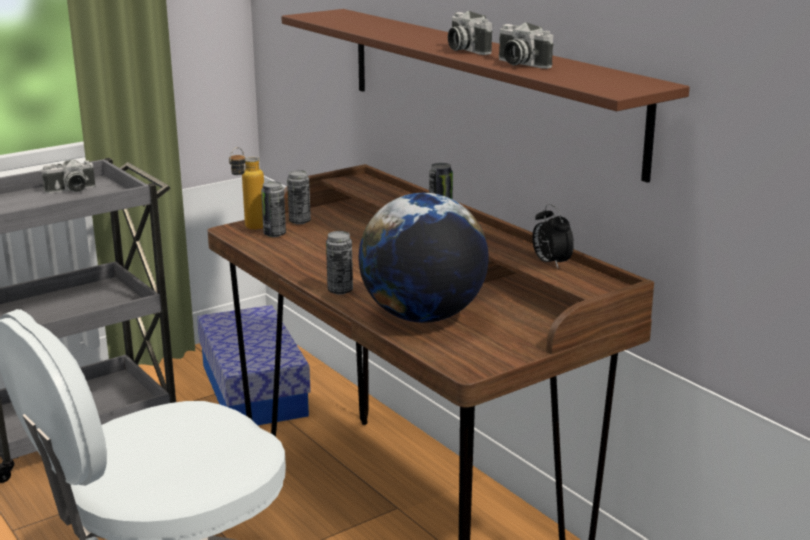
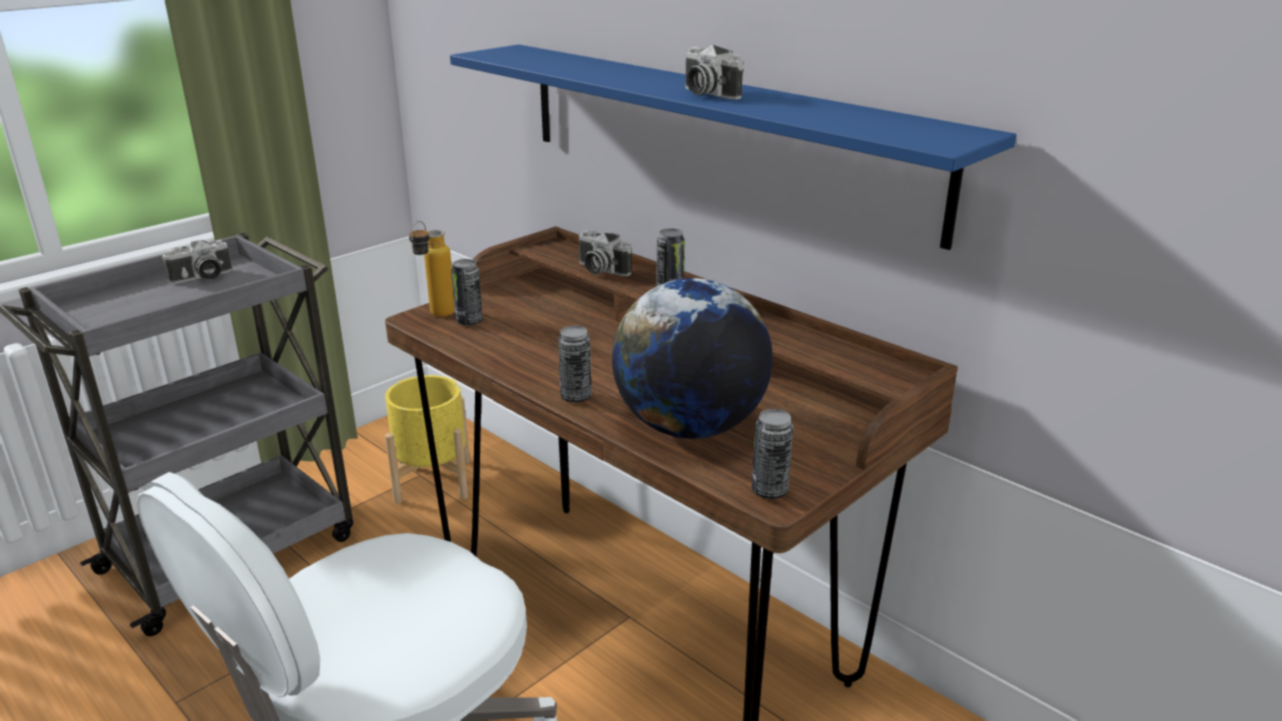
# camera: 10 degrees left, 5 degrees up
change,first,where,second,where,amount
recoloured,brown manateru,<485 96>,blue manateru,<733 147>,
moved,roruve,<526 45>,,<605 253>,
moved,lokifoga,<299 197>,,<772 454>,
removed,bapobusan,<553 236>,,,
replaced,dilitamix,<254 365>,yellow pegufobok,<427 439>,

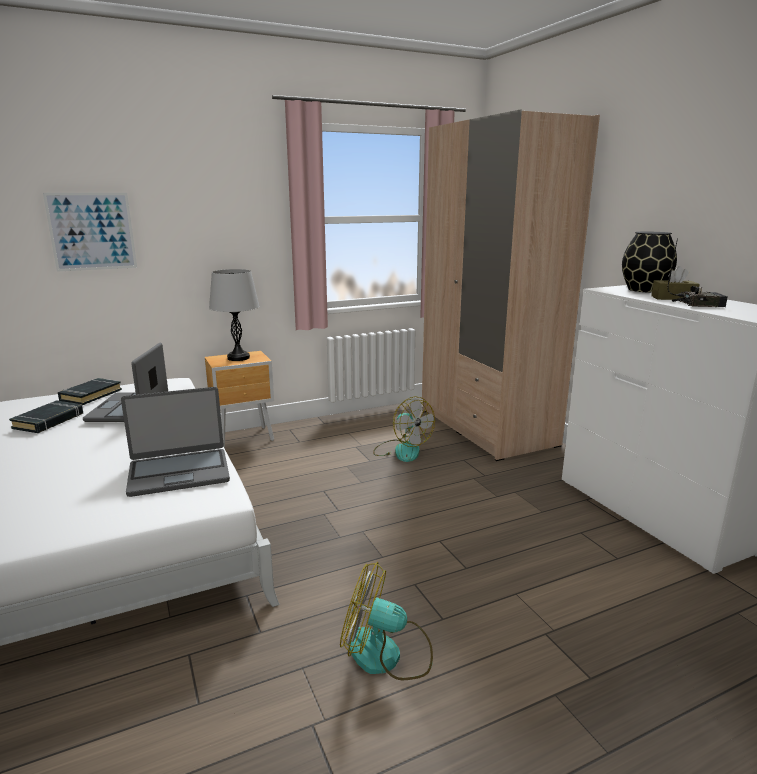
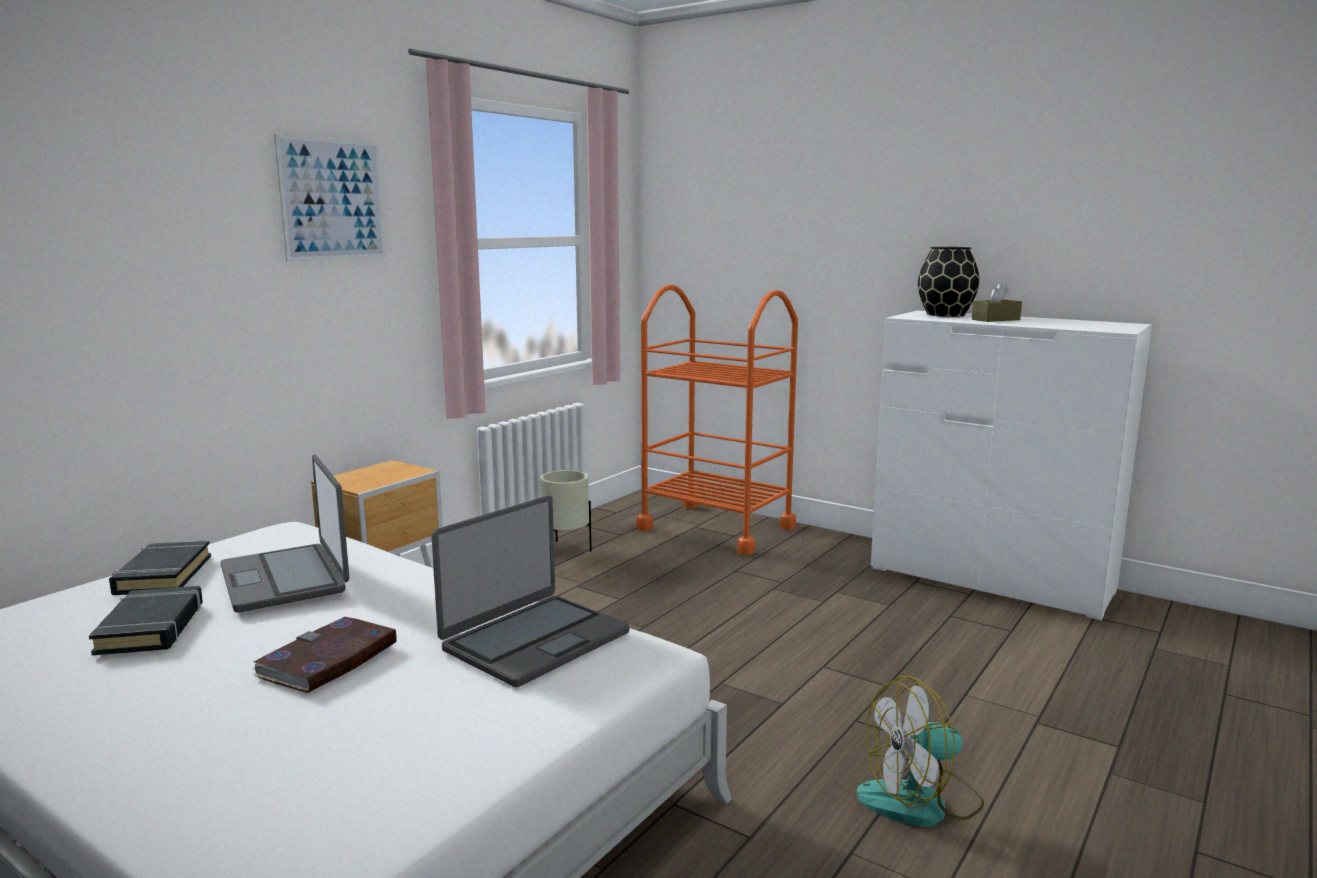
# camera: 30 degrees left, 5 degrees down
change,first,where,second,where,amount
replaced,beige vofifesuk,<511 285>,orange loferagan,<717 419>,
moved,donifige,<90 232>,,<330 198>,
removed,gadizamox,<697 272>,,,
removed,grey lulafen,<234 315>,,,
removed,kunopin,<404 429>,,,
added,,,beige pegufobok,<566 511>,
added,,,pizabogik,<325 655>,

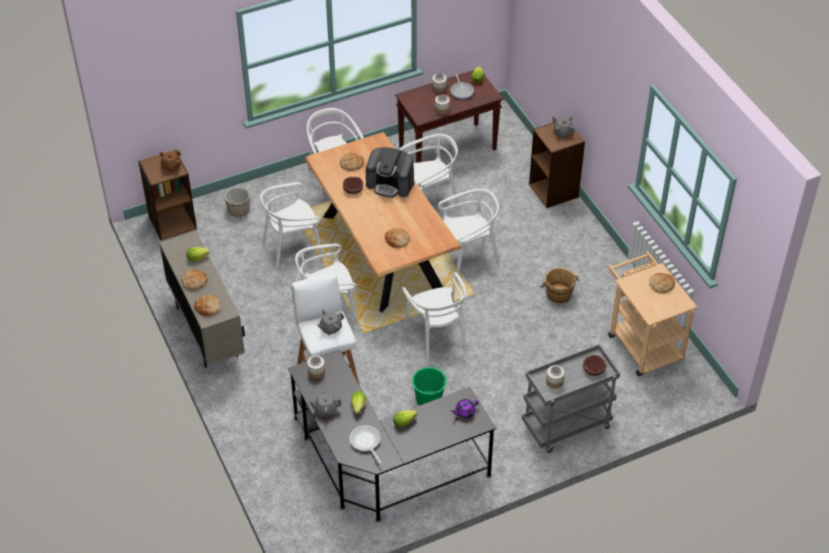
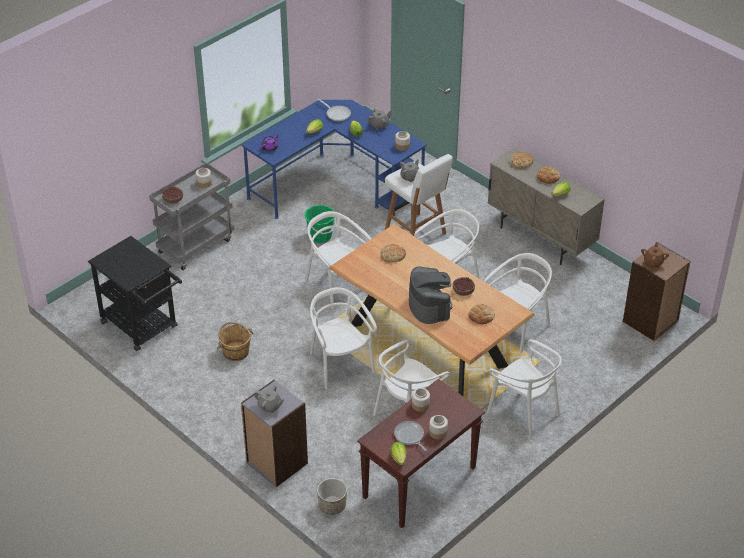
# camera: 160 degrees right, 5 degrees down
change,first,where,second,where,amount
recoloured,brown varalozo,<557 163>,grey varalozo,<274 433>,
turned,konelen,<390 172>,,<430 295>,75 degrees clockwise
moved,pegufobok,<237 202>,,<332 496>,
turned,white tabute,<469 234>,,<343 338>,105 degrees clockwise
recoloured,beige loferagan,<652 313>,black loferagan,<135 293>,
removed,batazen,<662 283>,,,
recoloured,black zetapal,<392 436>,blue zetapal,<334 159>,

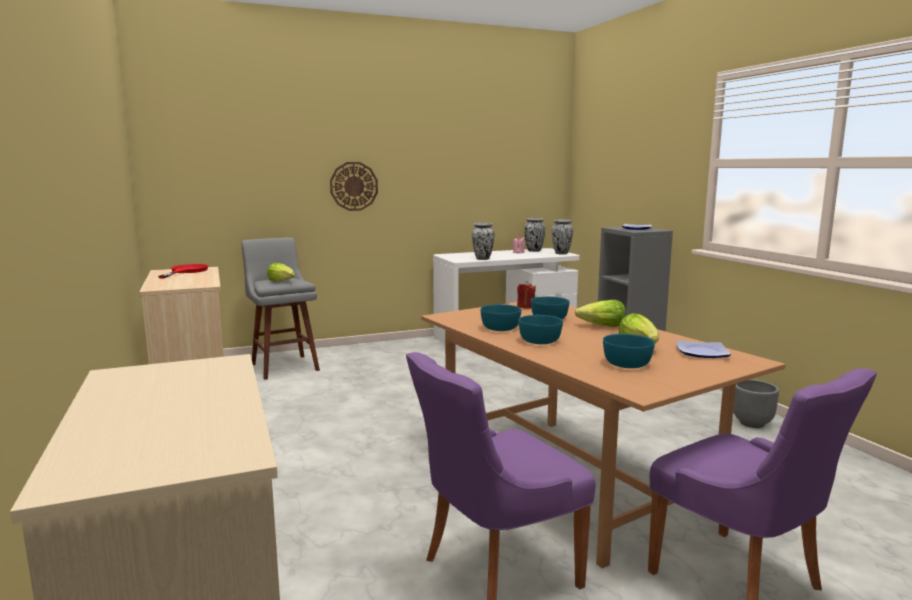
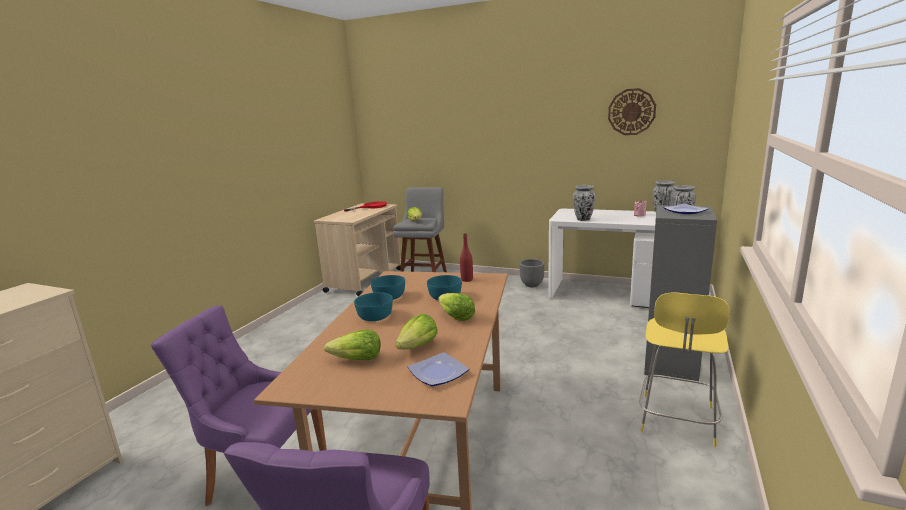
# camera: 45 degrees right, 5 degrees up
change,first,where,second,where,amount
moved,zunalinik,<354 186>,,<632 111>,
replaced,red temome,<526 295>,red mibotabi,<466 258>,
replaced,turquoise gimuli,<629 351>,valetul,<352 344>,
moved,grey pegufobok,<756 403>,,<532 273>,
added,,,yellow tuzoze,<684 369>,

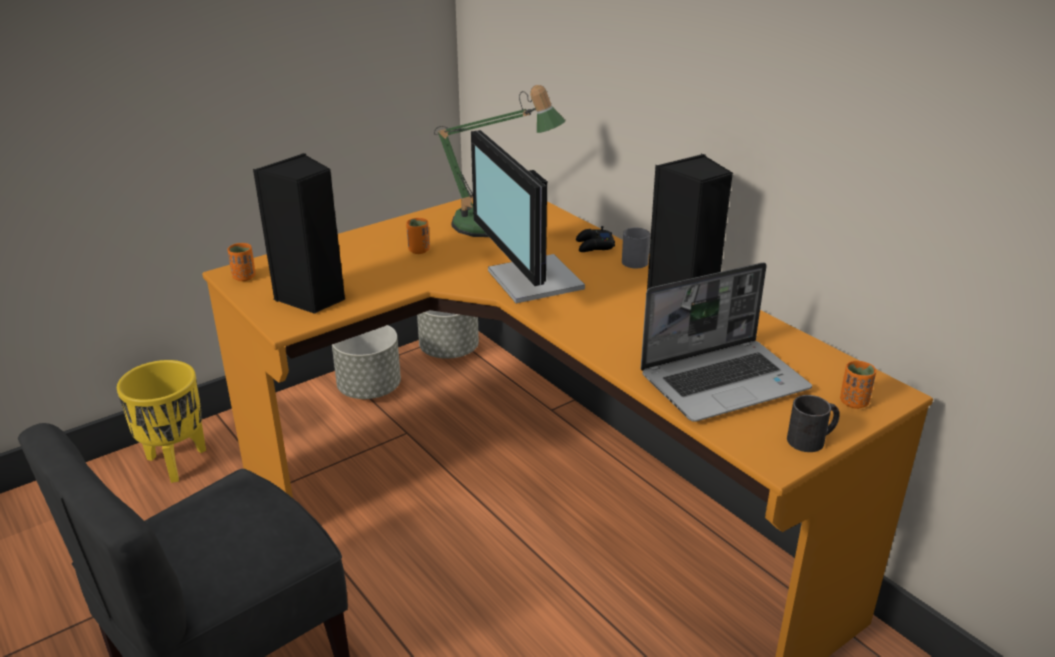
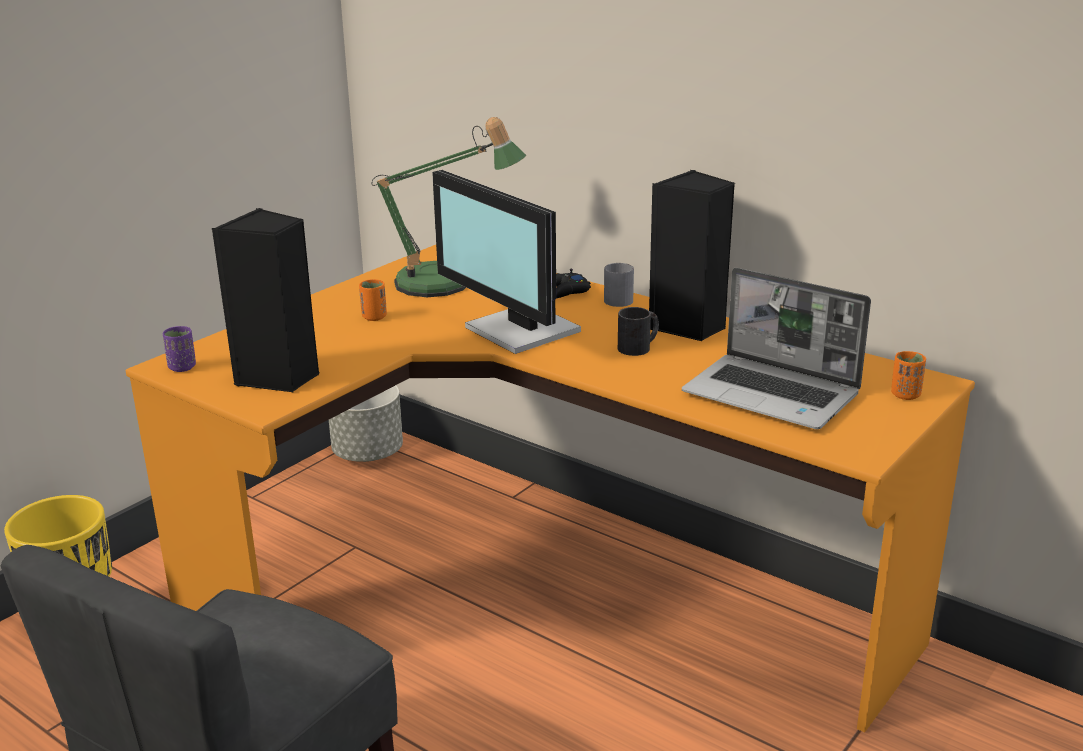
# camera: 15 degrees left, 5 degrees down
change,first,where,second,where,amount
recoloured,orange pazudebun,<241 262>,purple pazudebun,<179 349>,
turned,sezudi,<726 342>,,<776 348>,75 degrees clockwise
removed,grey pegufobok,<366 362>,,,
moved,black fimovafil,<813 423>,,<638 331>,

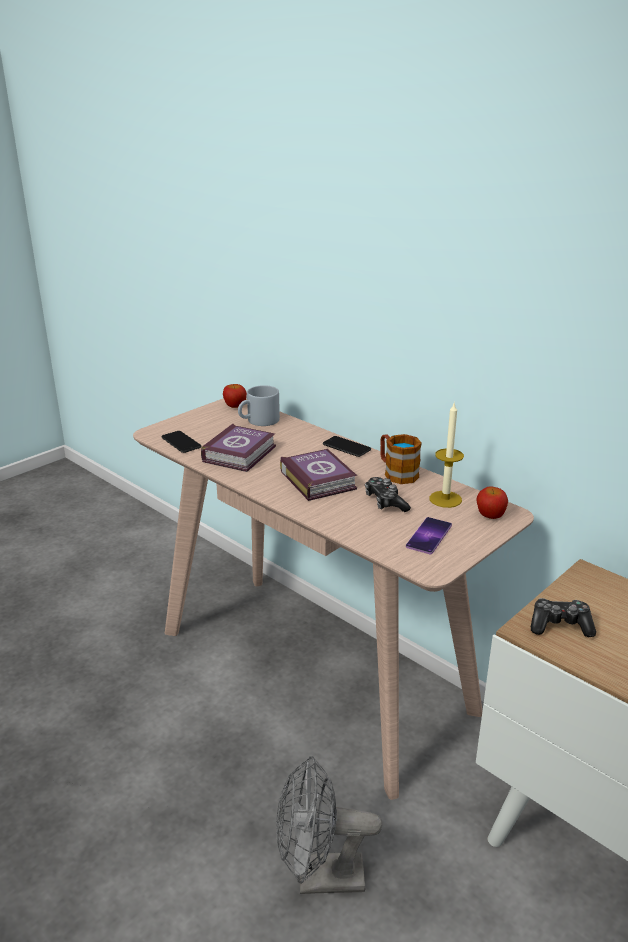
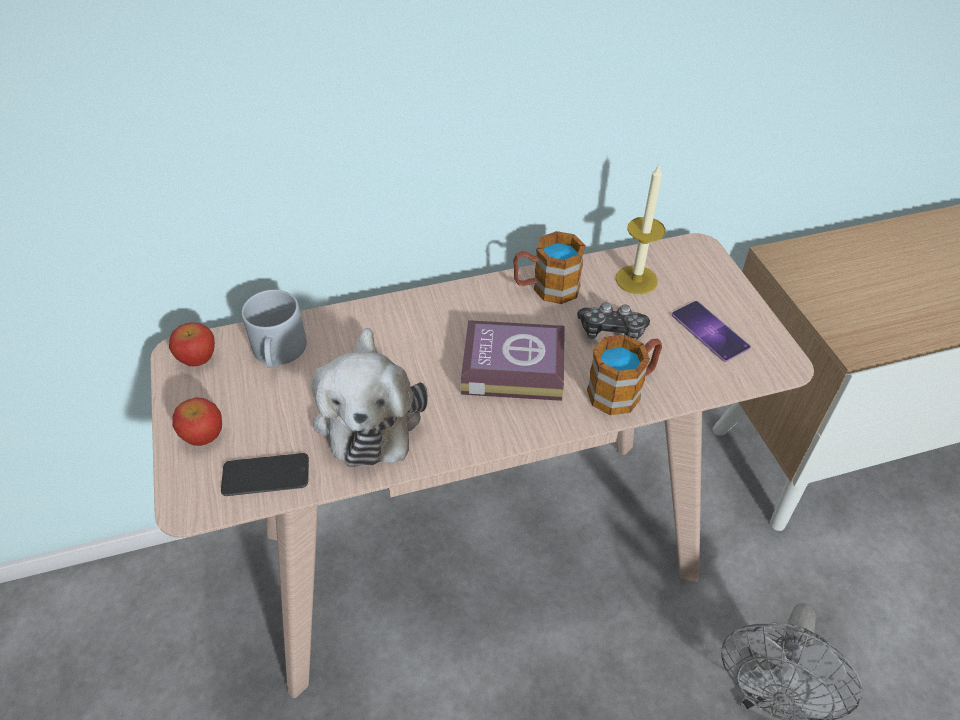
# camera: 60 degrees left, 20 degrees up
change,first,where,second,where,amount
replaced,pizabogik,<238 448>,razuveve,<369 397>,
removed,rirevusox,<347 446>,,,
moved,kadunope,<492 502>,,<197 421>,
removed,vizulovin,<563 617>,,,
added,,,fimovafil,<624 374>,

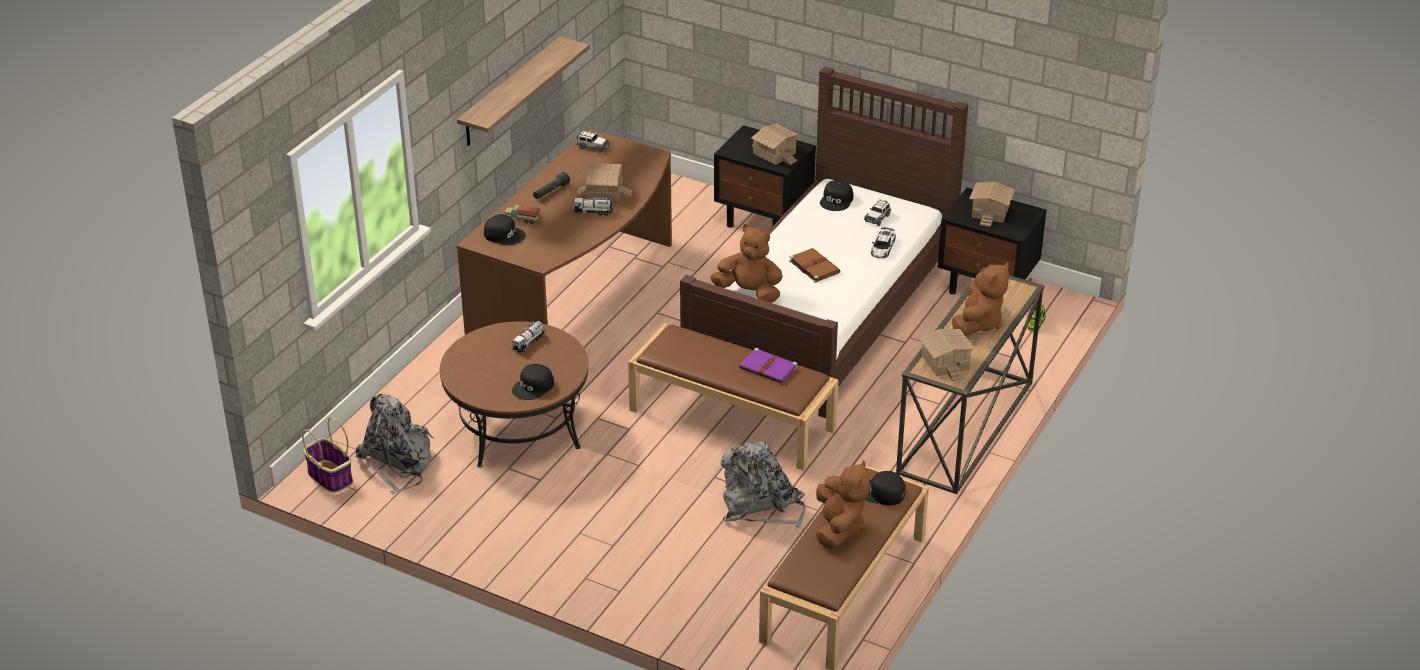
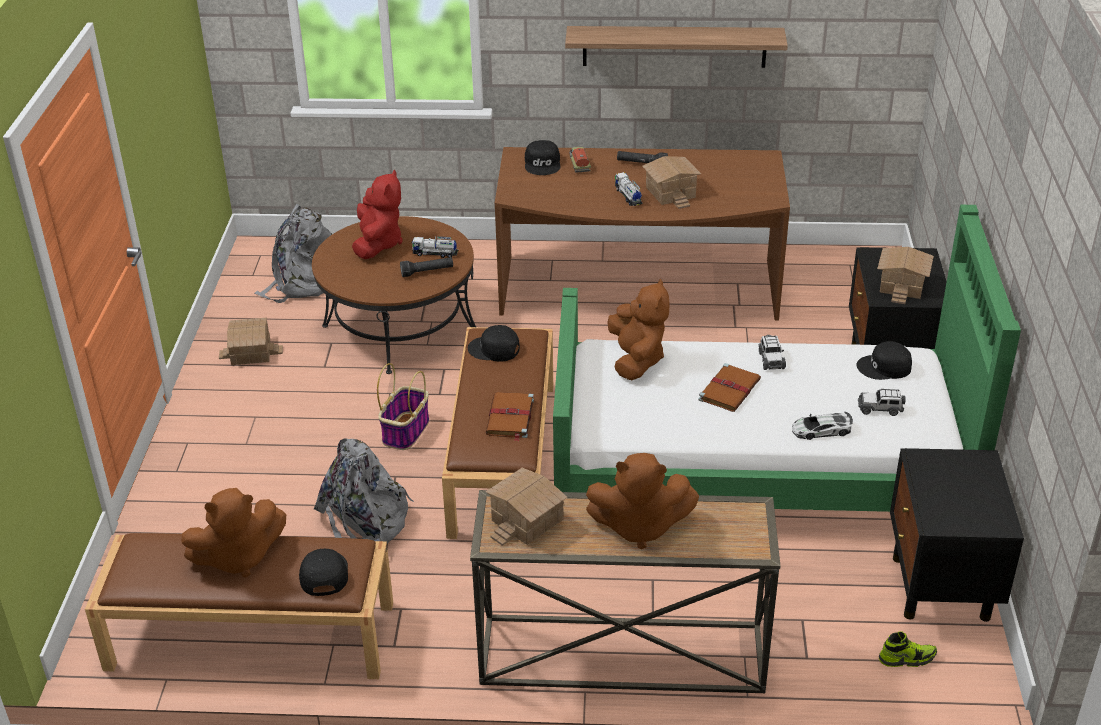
# camera: 65 degrees right, 0 degrees up
change,first,where,second,where,amount
recoloured,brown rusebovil,<824 242>,green rusebovil,<787 358>,
moved,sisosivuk,<592 141>,,<772 352>,
moved,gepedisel,<992 204>,,<251 341>,
recoloured,purple pizabogik,<768 365>,brown pizabogik,<510 416>,
moved,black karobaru,<533 382>,,<494 343>,
moved,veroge,<327 455>,,<403 406>,
added,,,red razuveve,<377 214>,
added,,,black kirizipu,<426 267>,

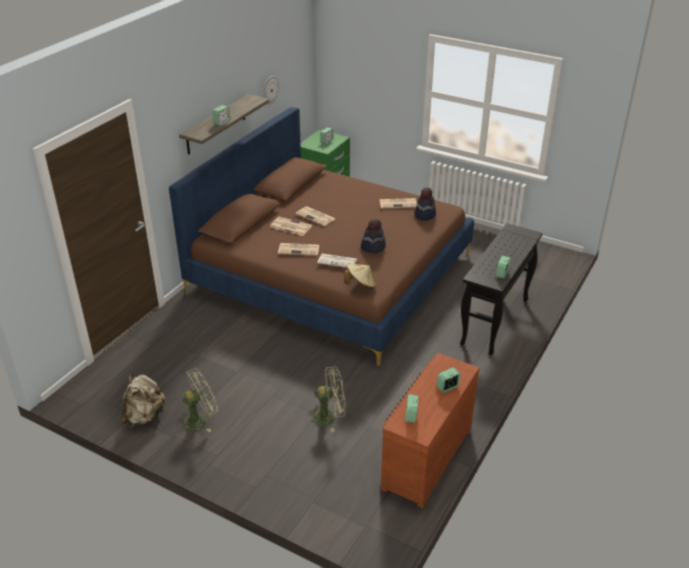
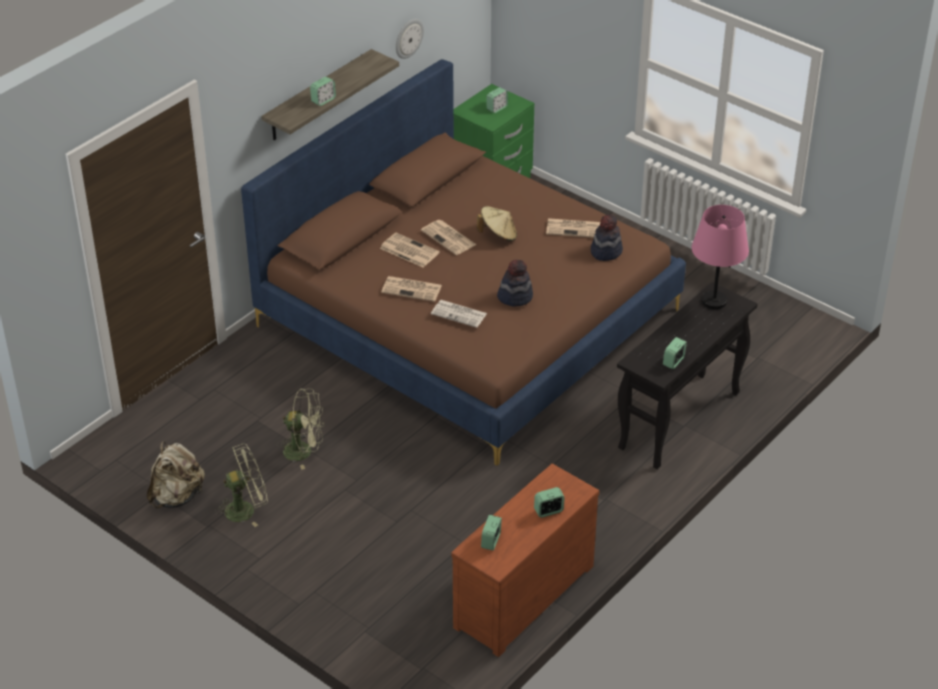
# camera: 10 degrees right, 5 degrees up
change,first,where,second,where,amount
moved,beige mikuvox,<360 276>,,<497 223>,
moved,green kunopin,<325 399>,,<300 429>,
added,,,pink lulafen,<720 257>,

